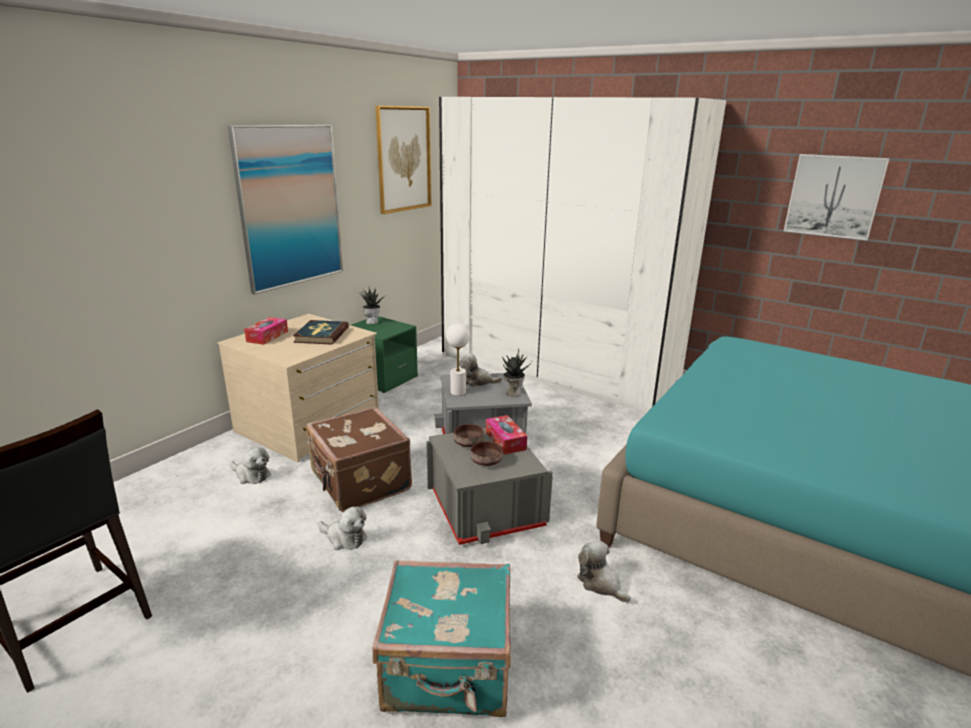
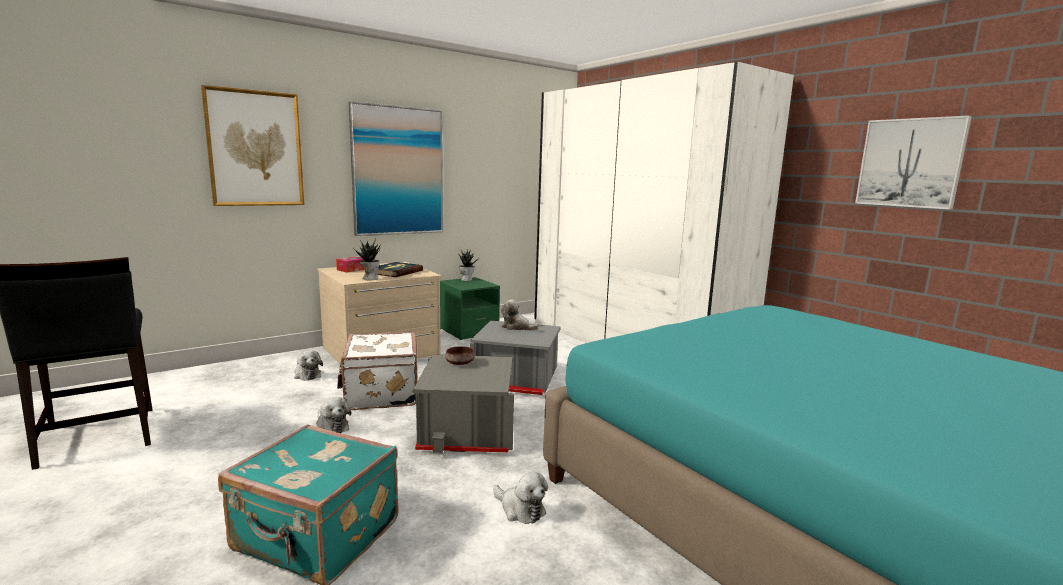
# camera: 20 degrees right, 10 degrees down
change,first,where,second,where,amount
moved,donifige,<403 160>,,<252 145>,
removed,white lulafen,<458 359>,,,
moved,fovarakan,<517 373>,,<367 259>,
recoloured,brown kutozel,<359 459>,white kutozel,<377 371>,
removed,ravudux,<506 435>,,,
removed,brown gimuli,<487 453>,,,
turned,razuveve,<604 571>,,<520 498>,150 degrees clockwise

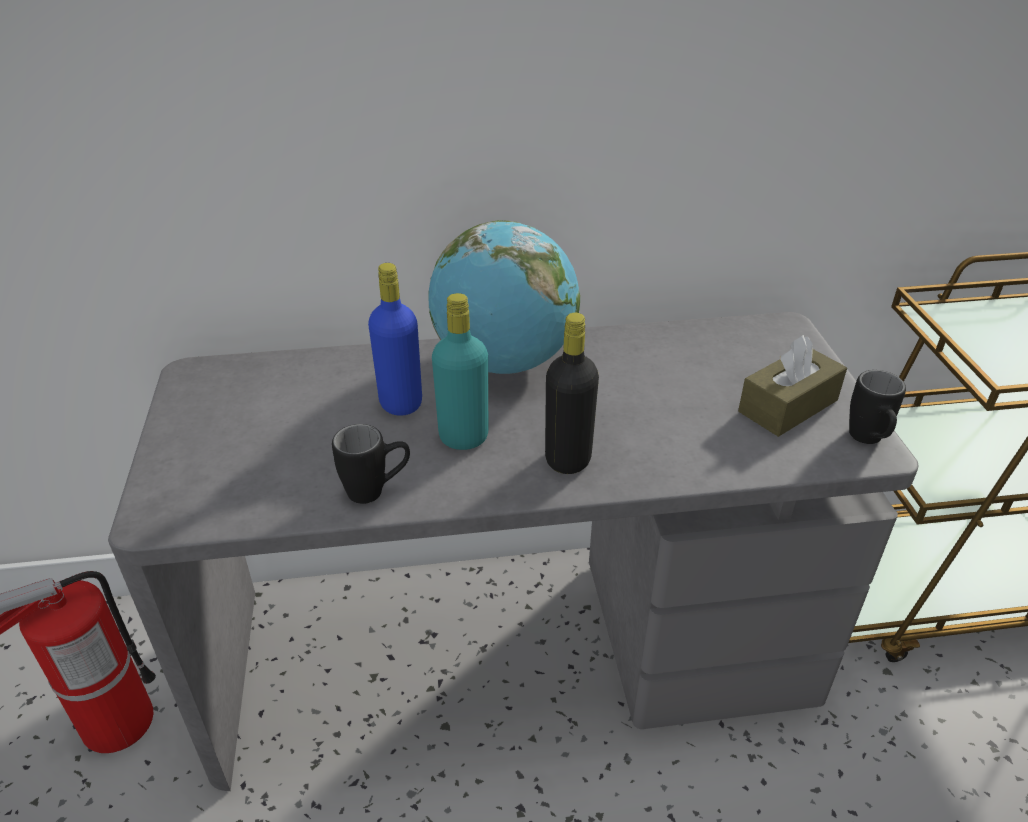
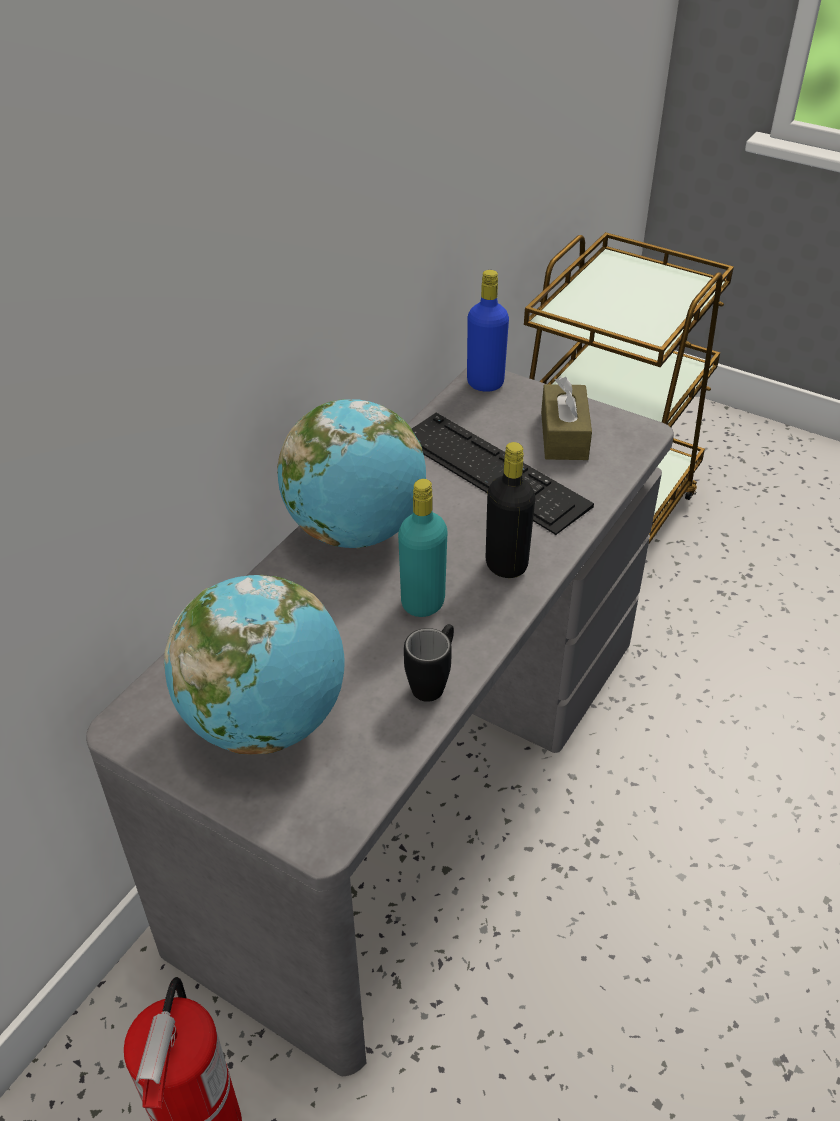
# camera: 50 degrees left, 5 degrees up
change,first,where,second,where,amount
moved,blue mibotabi,<395 339>,,<488 331>,
removed,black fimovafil,<877 407>,,,
added,,,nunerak,<503 474>,
added,,,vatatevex,<254 664>,

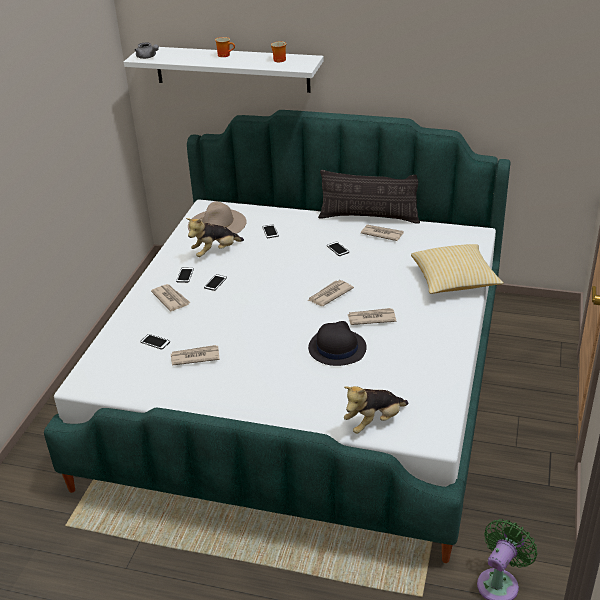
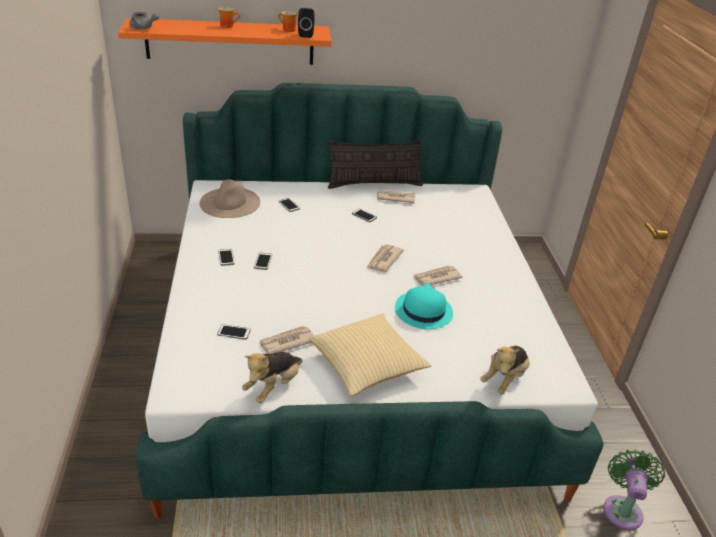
# camera: 25 degrees left, 0 degrees up
change,first,where,second,where,amount
recoloured,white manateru,<224 69>,orange manateru,<225 41>,
moved,razuveve,<215 237>,,<272 377>,
moved,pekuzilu,<457 269>,,<370 354>,
removed,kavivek,<171 297>,,,
recoloured,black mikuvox,<337 343>,turquoise mikuvox,<424 306>,
added,,,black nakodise,<306 23>,

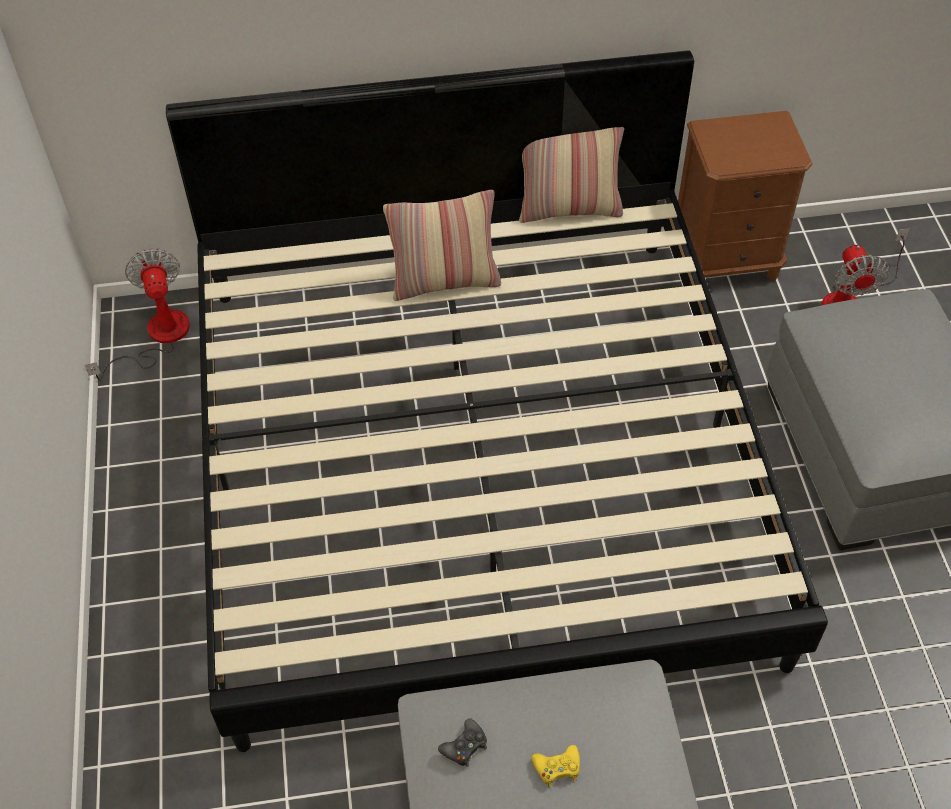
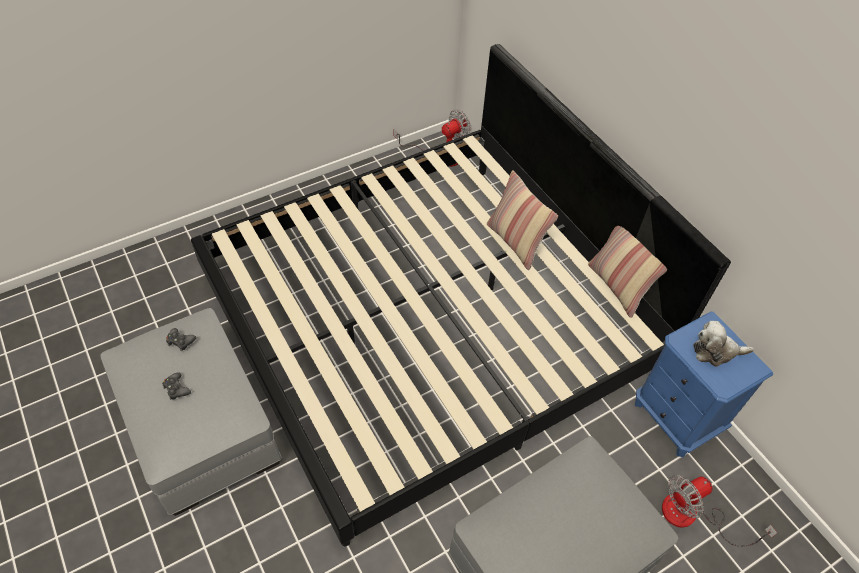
# camera: 65 degrees right, 0 degrees up
change,first,where,second,where,amount
recoloured,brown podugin,<745 196>,blue podugin,<704 384>,
recoloured,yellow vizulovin,<556 766>,black vizulovin,<176 386>,
added,,,razuveve,<723 344>,

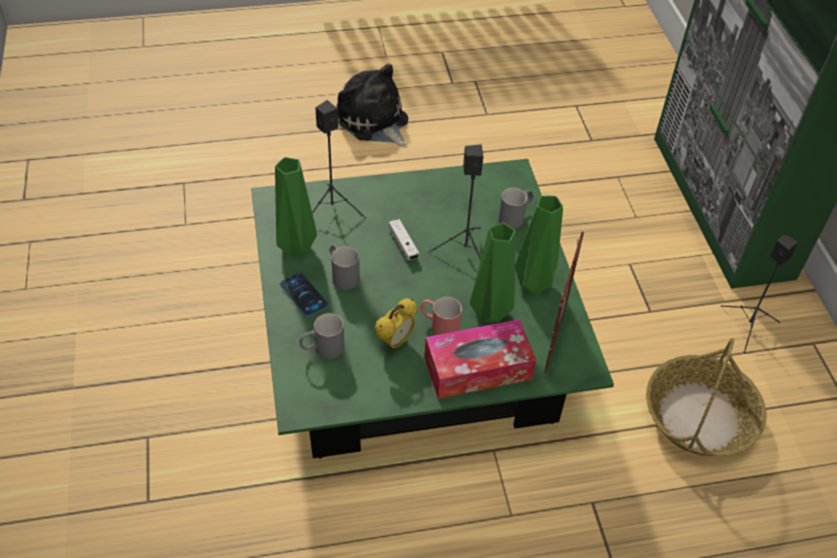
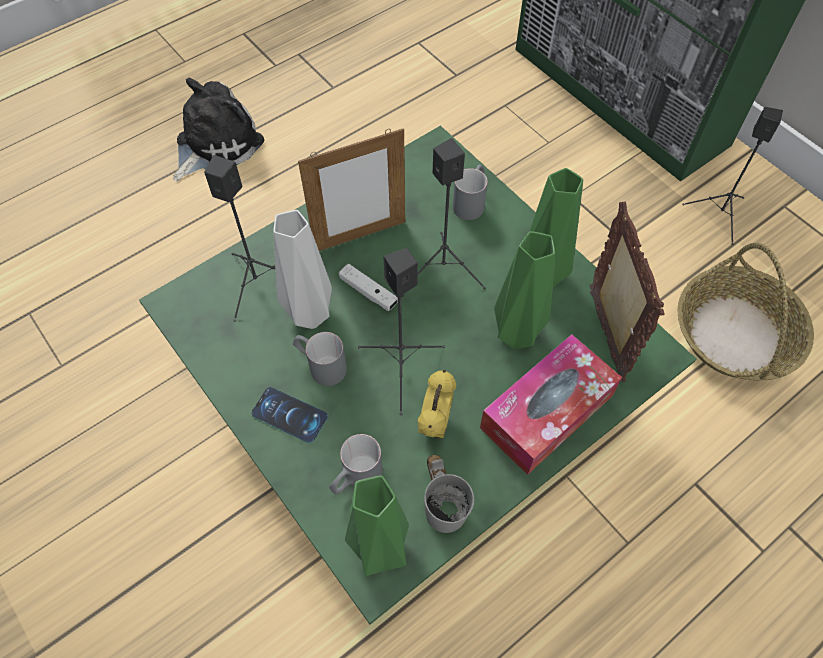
# camera: 25 degrees left, 10 degrees up
change,first,where,second,where,amount
turned,razuveve,<372 105>,,<218 129>,105 degrees clockwise
moved,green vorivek,<296 207>,,<377 525>,
removed,red fimovafil,<441 316>,,,
added,,,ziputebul,<351 189>,
added,,,grey vorivek,<302 269>,
added,,,black nakodise,<401 331>,
added,,,grey fimovafil,<449 494>,

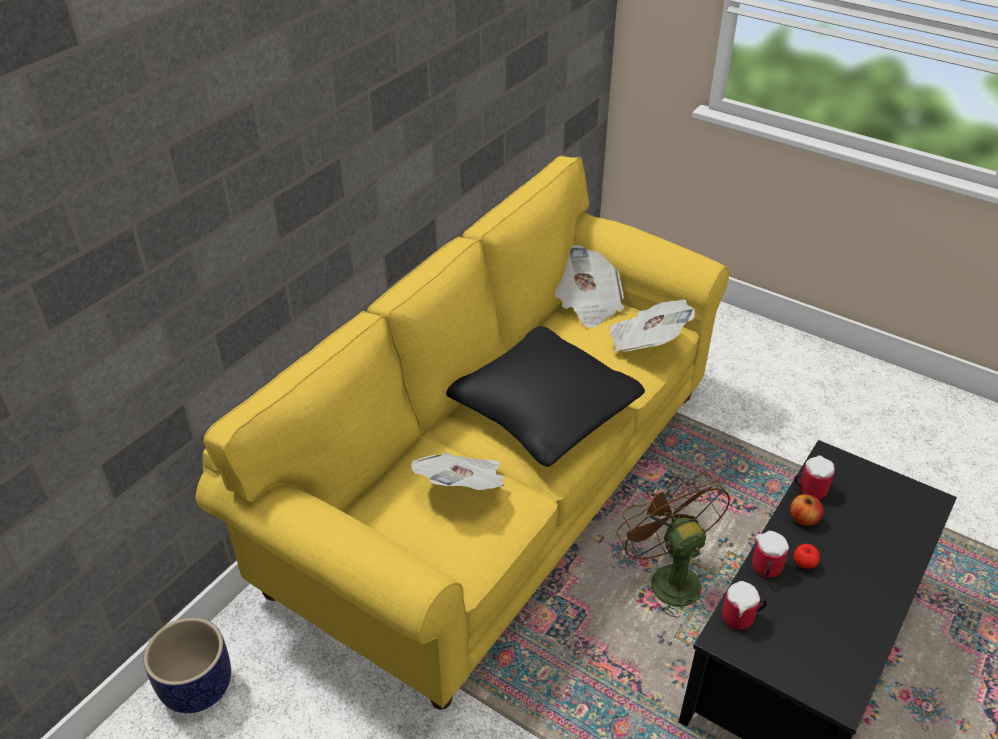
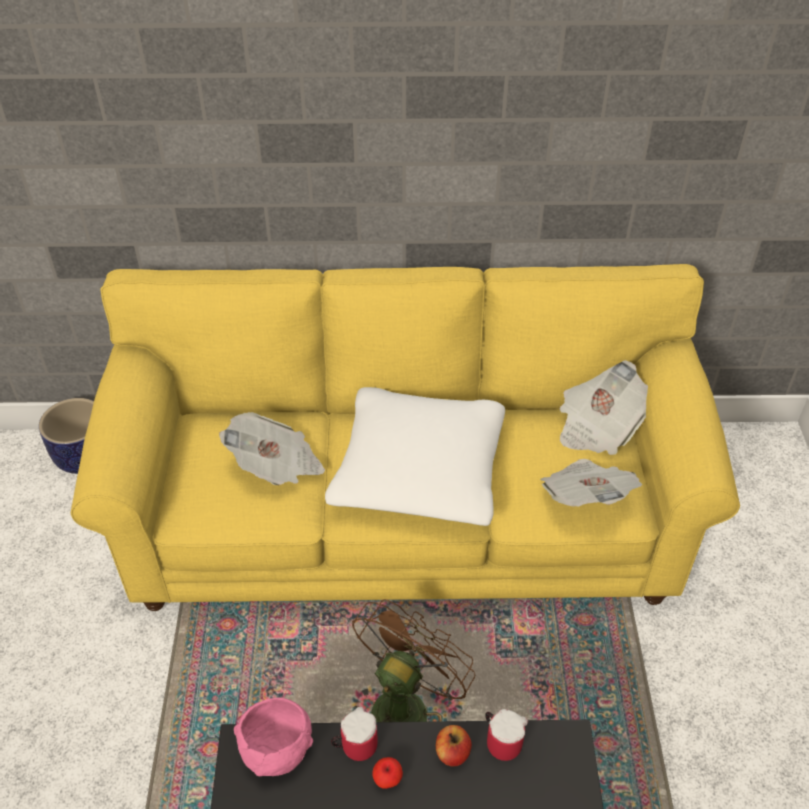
# camera: 55 degrees right, 5 degrees up
change,first,where,second,where,amount
recoloured,black pekuzilu,<545 396>,white pekuzilu,<415 456>,
replaced,fimovafil,<744 605>,pink gimuli,<273 736>,

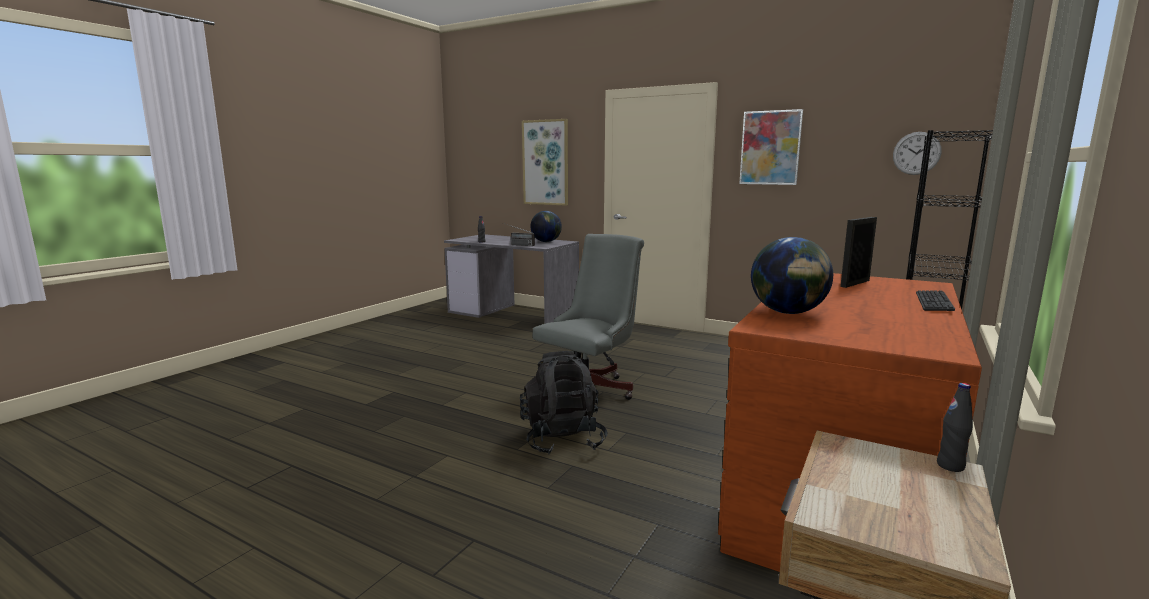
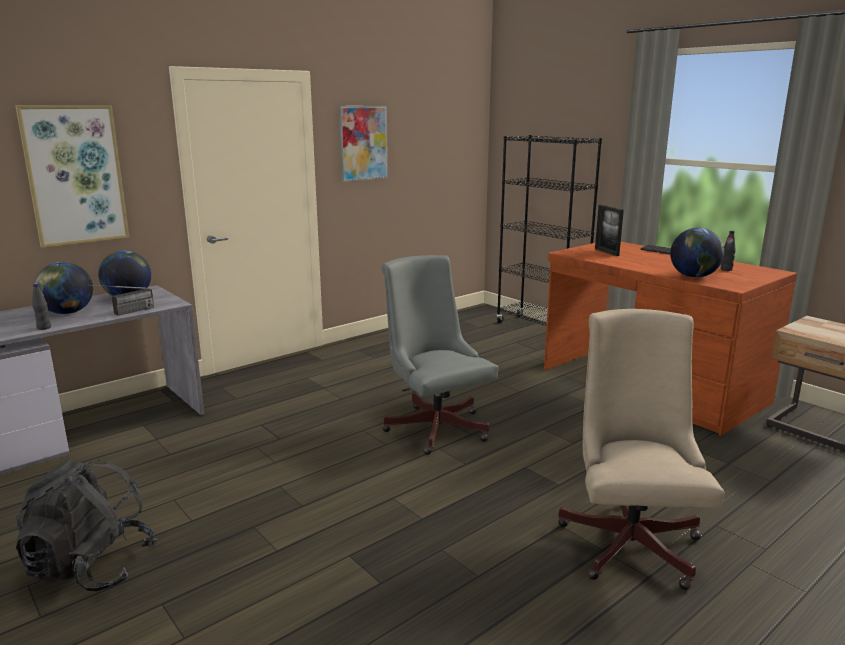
# camera: 70 degrees left, 5 degrees up
change,first,where,second,where,amount
removed,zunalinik,<917 153>,,,
moved,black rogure,<564 403>,,<86 525>,
moved,black mibotabi,<955 427>,,<728 251>,
added,,,vatatevex,<63 288>,
added,,,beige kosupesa,<641 449>,

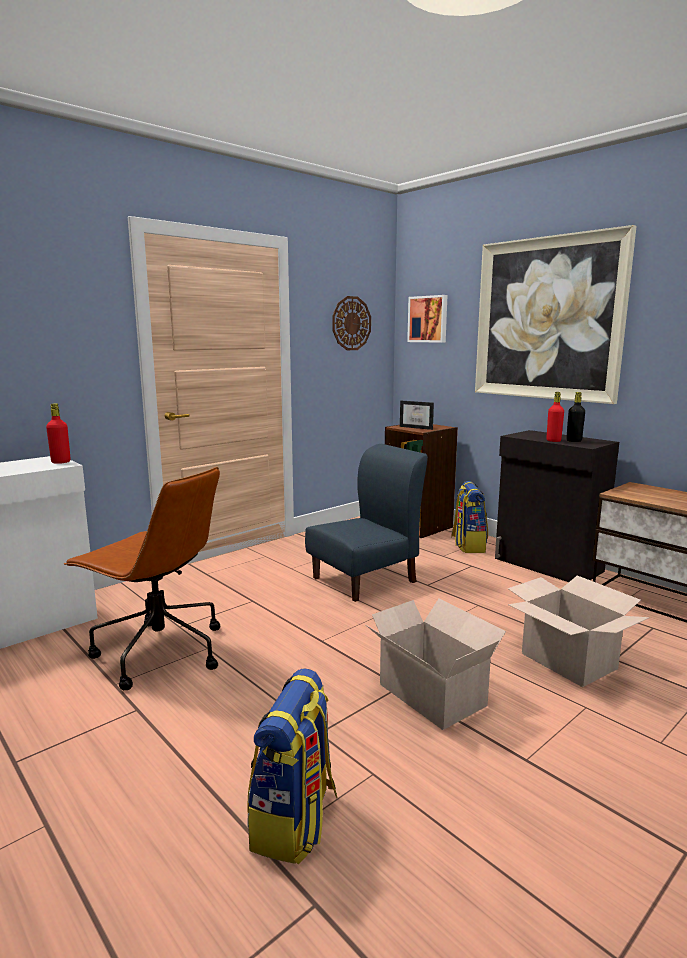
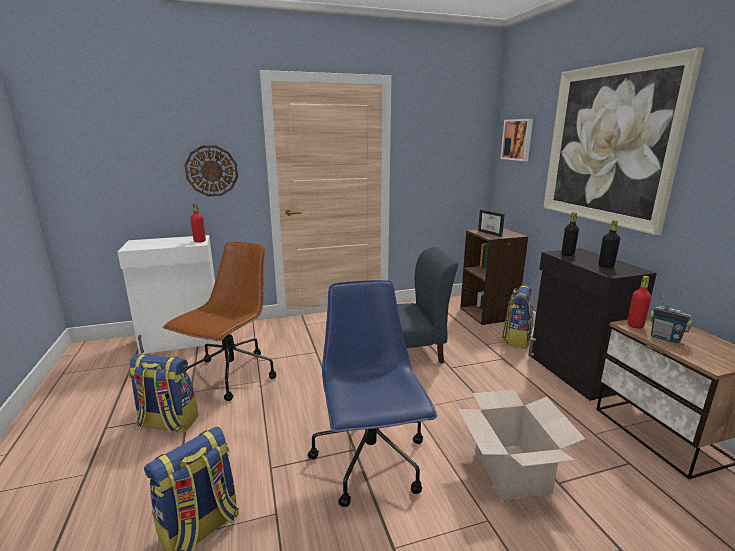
# camera: 25 degrees right, 5 degrees up
change,first,where,second,where,amount
moved,zunalinik,<351 323>,,<211 170>,
moved,red mibotabi,<555 417>,,<639 302>,
turned,brown kosupesa,<142 578>,,<219 321>,120 degrees counterclockwise
replaced,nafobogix,<436 664>,blue kosupesa,<372 393>,
added,,,black mibotabi,<570 234>,
added,,,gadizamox,<671 318>,
added,,,rogure,<163 393>,

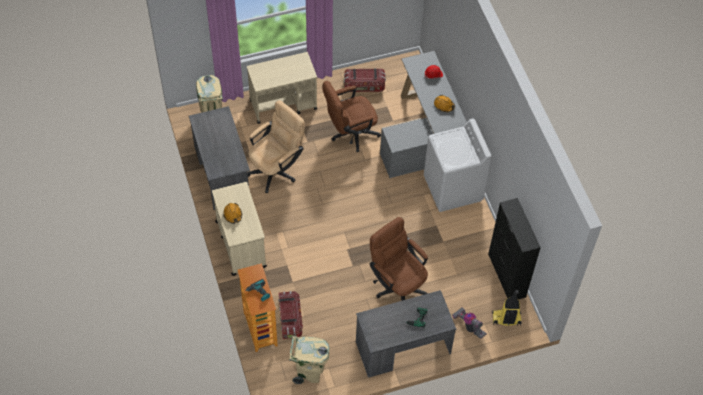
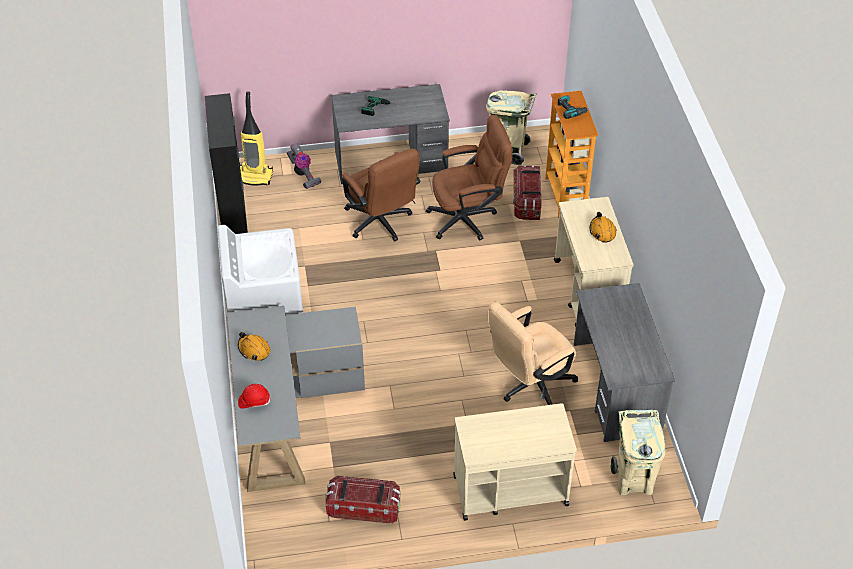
# camera: 170 degrees left, 10 degrees down
change,first,where,second,where,amount
moved,brown kosupesa,<351 116>,,<469 177>,

